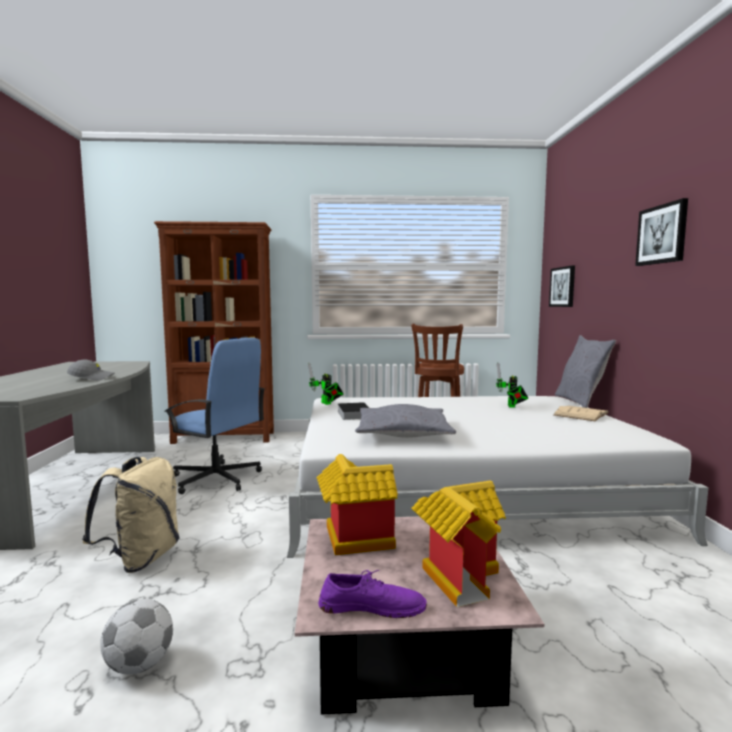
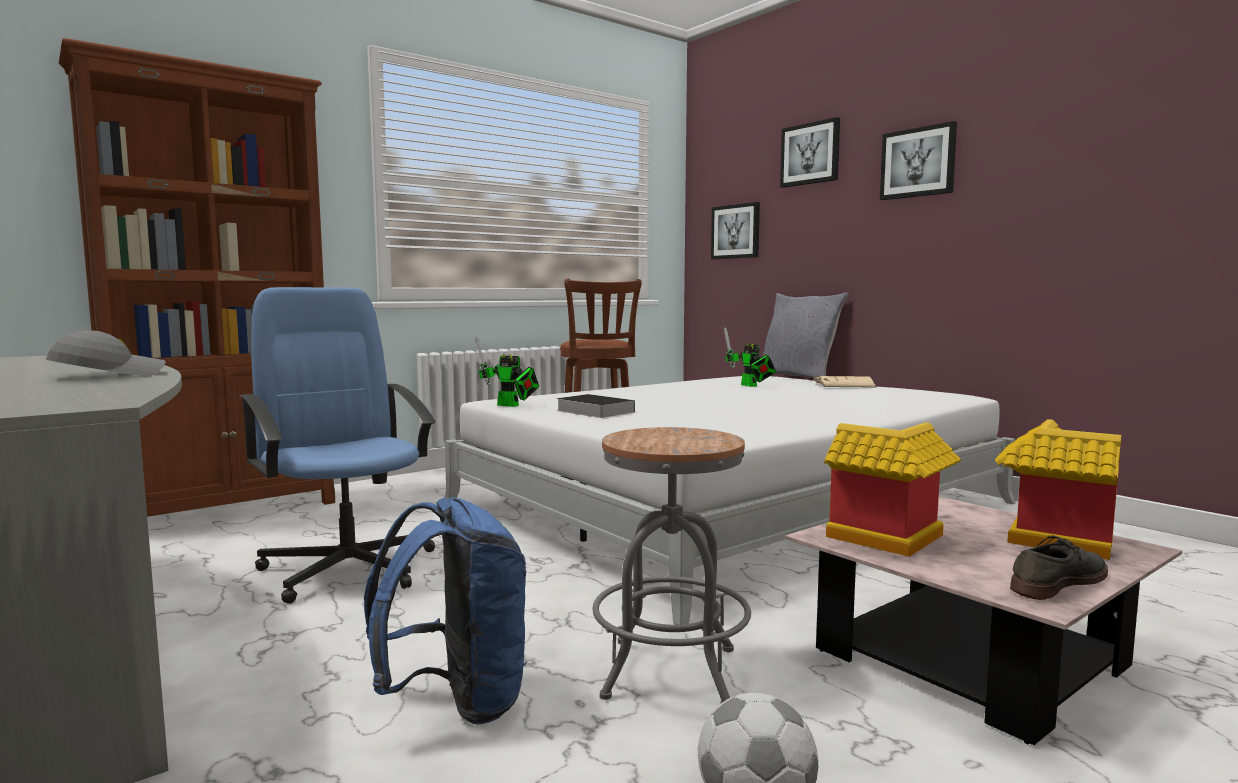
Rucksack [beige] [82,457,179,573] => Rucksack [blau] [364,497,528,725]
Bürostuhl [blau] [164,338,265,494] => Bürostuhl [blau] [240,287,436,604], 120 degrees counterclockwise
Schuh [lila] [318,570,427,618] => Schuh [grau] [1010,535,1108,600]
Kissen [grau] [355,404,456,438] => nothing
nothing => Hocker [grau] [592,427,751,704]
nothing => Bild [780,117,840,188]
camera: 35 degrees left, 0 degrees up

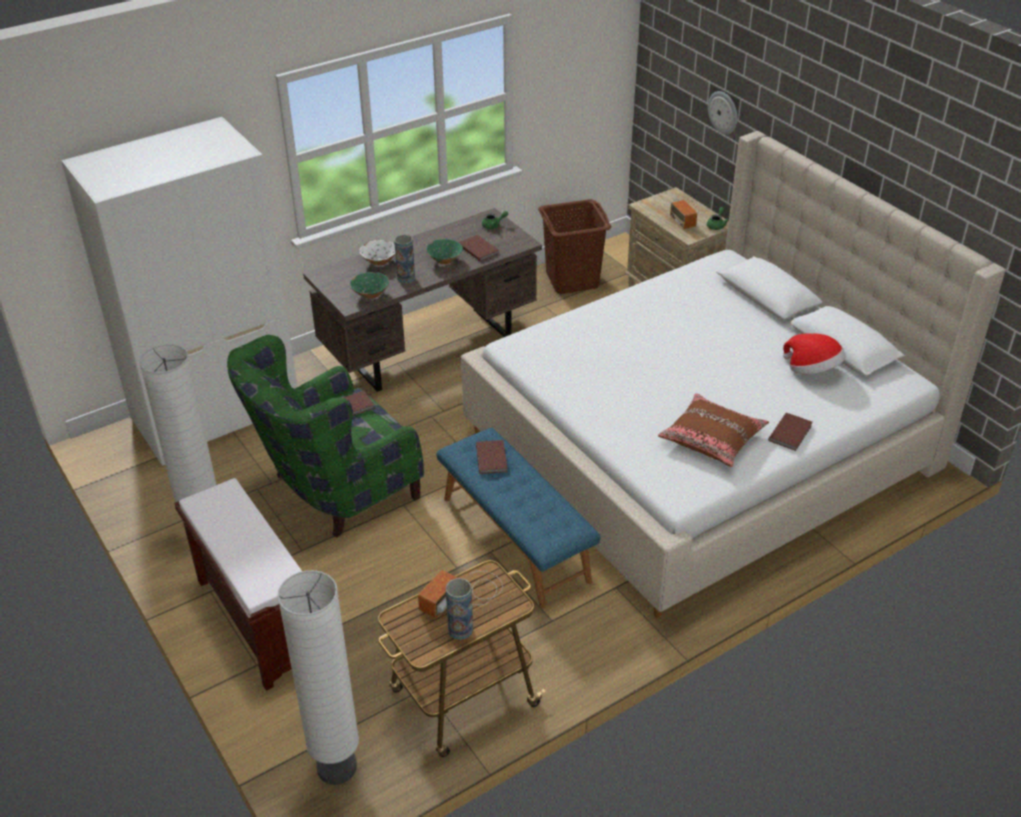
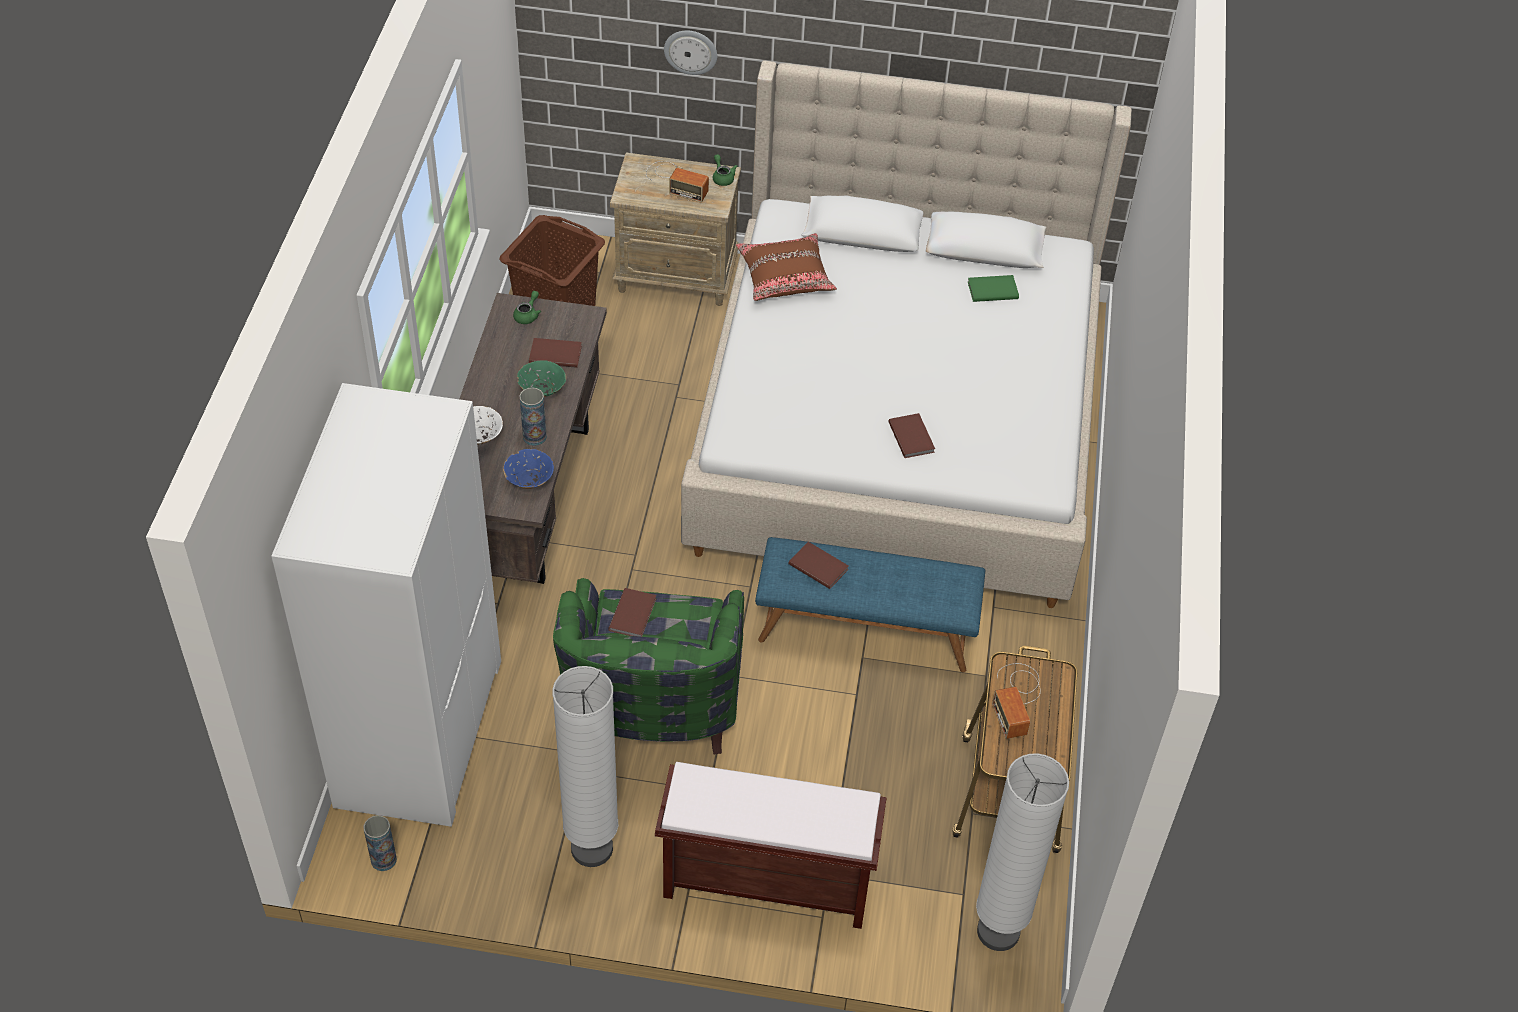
Schüssel [grün] [350,272,389,299] => Schüssel [blau] [503,449,554,489]
Vase [446,578,473,640] => Vase [363,815,397,871], relocated
Kissen [braun] [658,393,769,467] => Kissen [braun] [736,233,837,301], relocated
Buch [braun] [768,413,812,451] => Buch [braun] [888,413,935,458], relocated
Hut [783,333,846,374] => Buch [grün] [968,275,1019,302]
camera: 50 degrees left, 10 degrees up

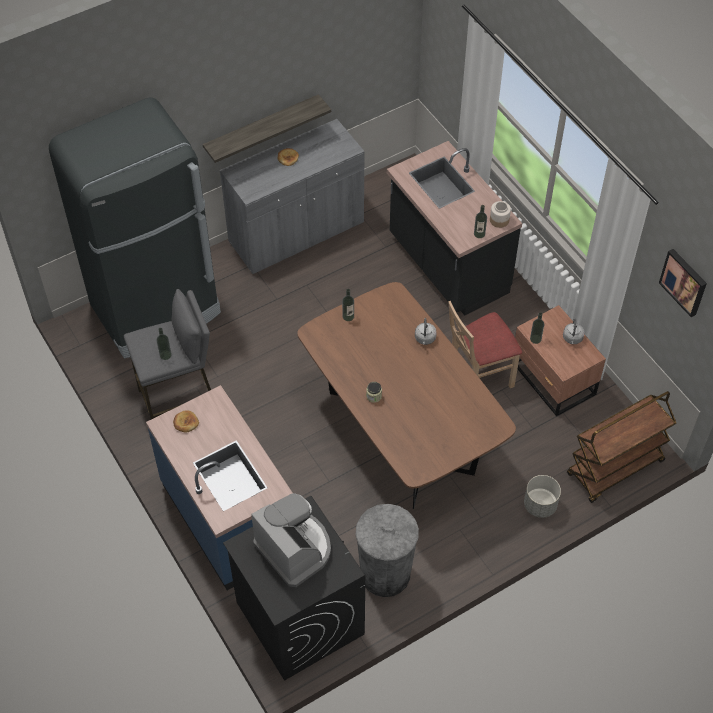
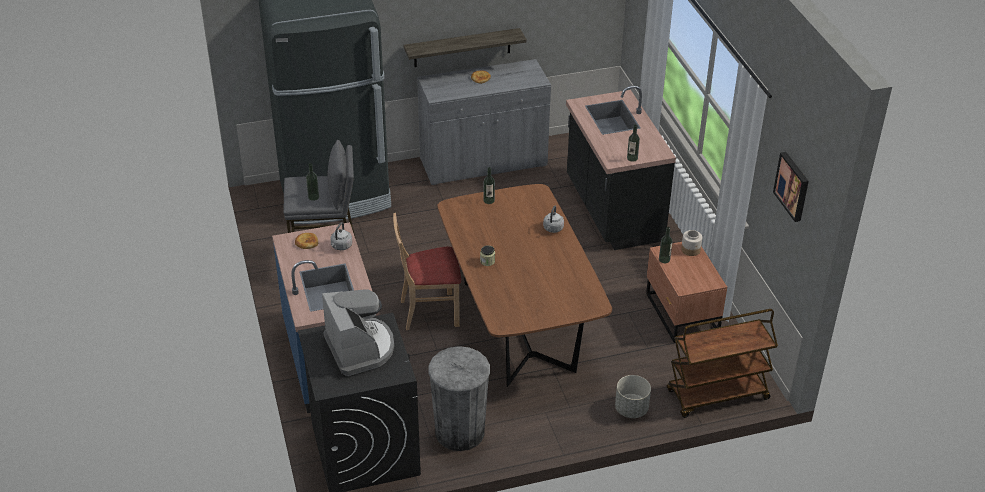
Stuhl [beige] [448,301,522,388] => Stuhl [beige] [393,213,461,330], relocated
Vorratsglas [490,201,511,228] => Vorratsglas [681,230,702,256], relocated
Wasserkessel [grau] [563,318,585,344] => Wasserkessel [grau] [331,222,352,250], relocated
camera: 15 degrees right, 15 degrees down

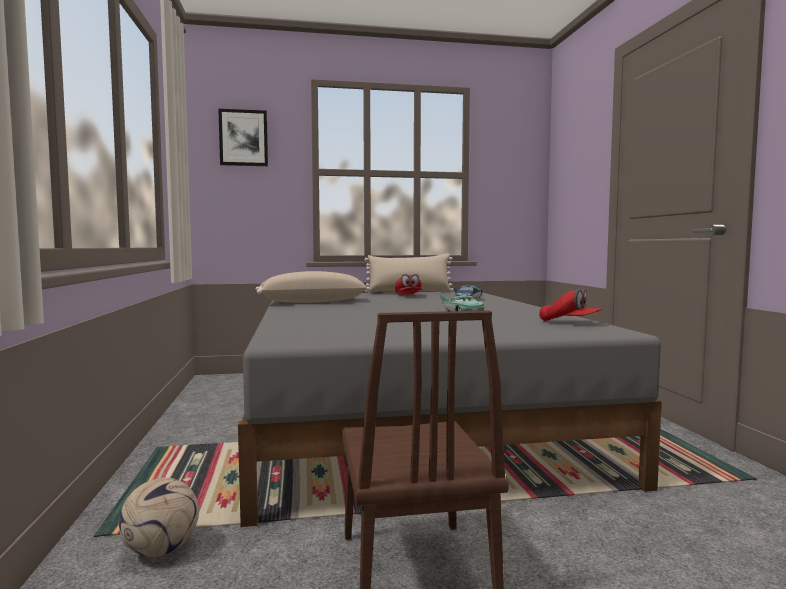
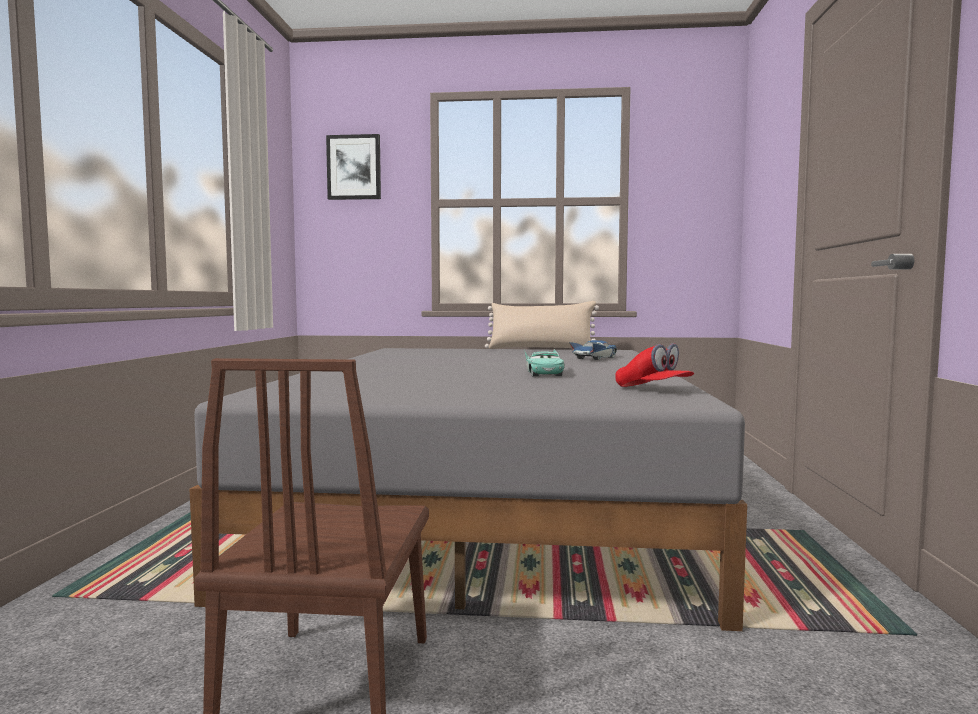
Fußball [119,478,199,557] => nothing
Kissen [beige] [255,271,370,303] => nothing
Kappe [rot] [395,274,422,295] => nothing
camera: 15 degrees right, 0 degrees up

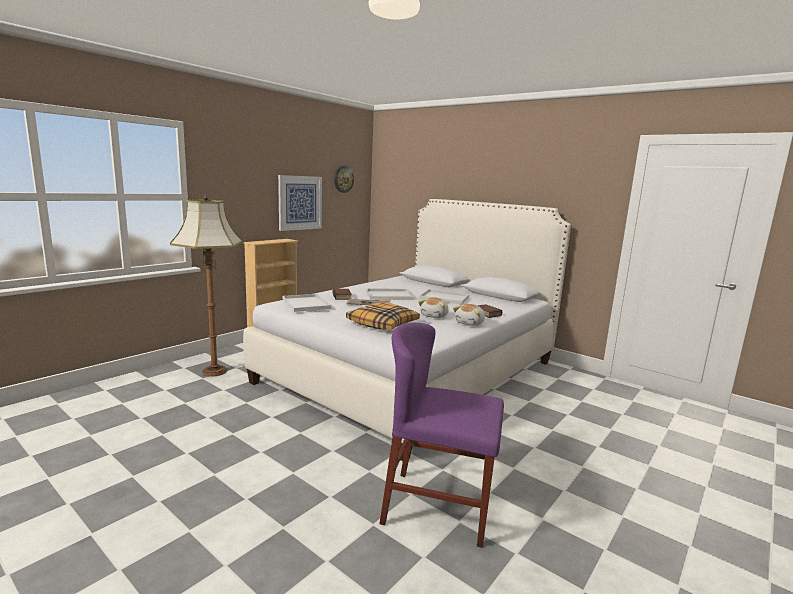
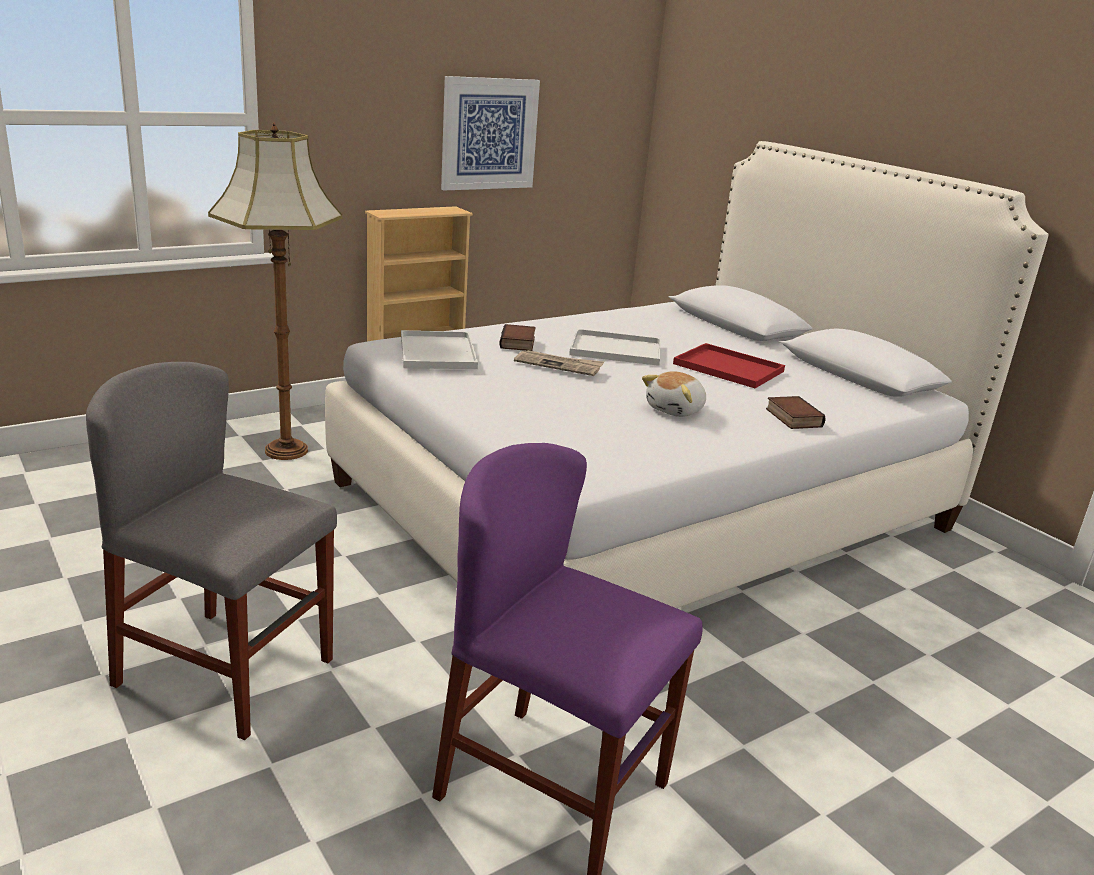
Wanduhr [334,166,354,193] => nothing
Kissen [346,303,420,330] => nothing
Tablett [weiß] [419,289,469,305] => Tablett [rot] [673,343,785,388]
Plüschtier [453,304,485,326] => nothing
nothing => Stuhl [grau] [86,362,337,740]
camera: 15 degrees right, 10 degrees up

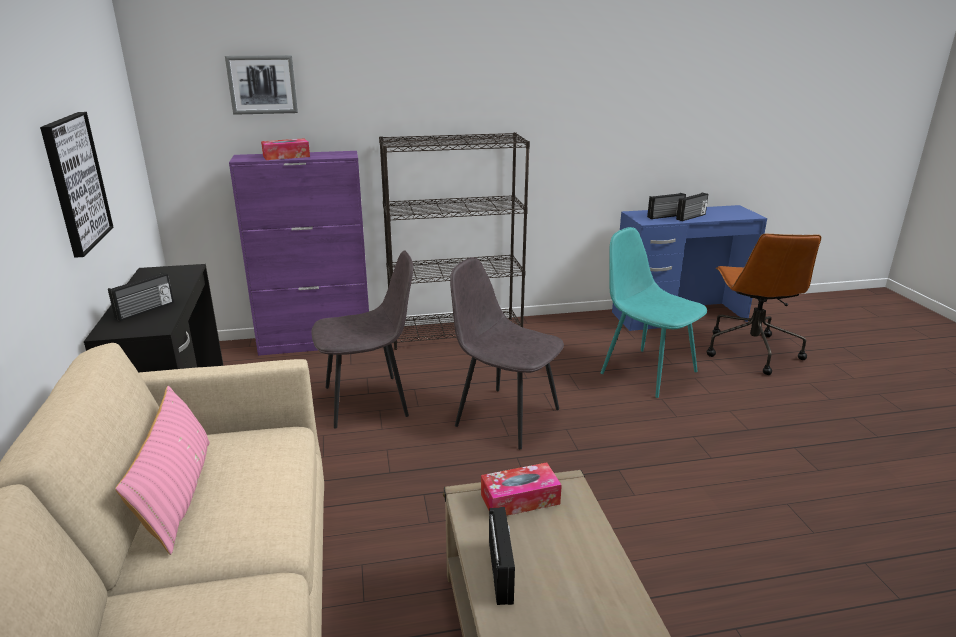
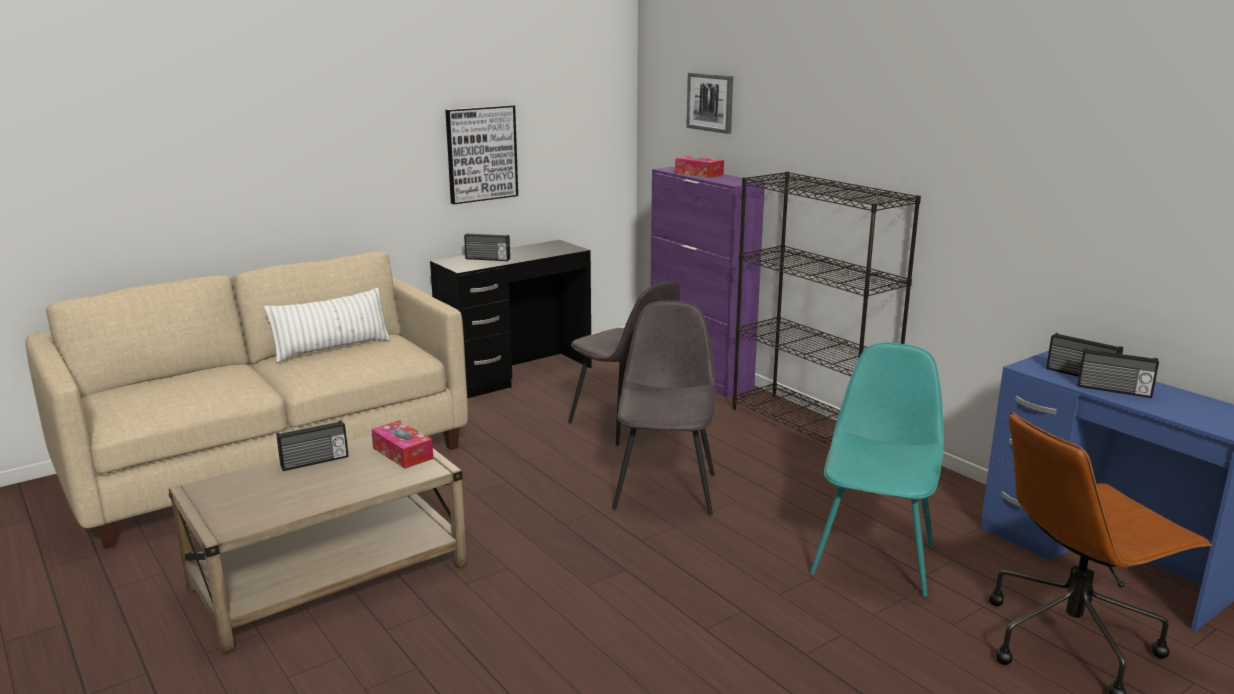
Kissen [rosa] [115,386,210,555] => Kissen [weiß] [264,287,391,363]
camera: 65 degrees right, 5 degrees down

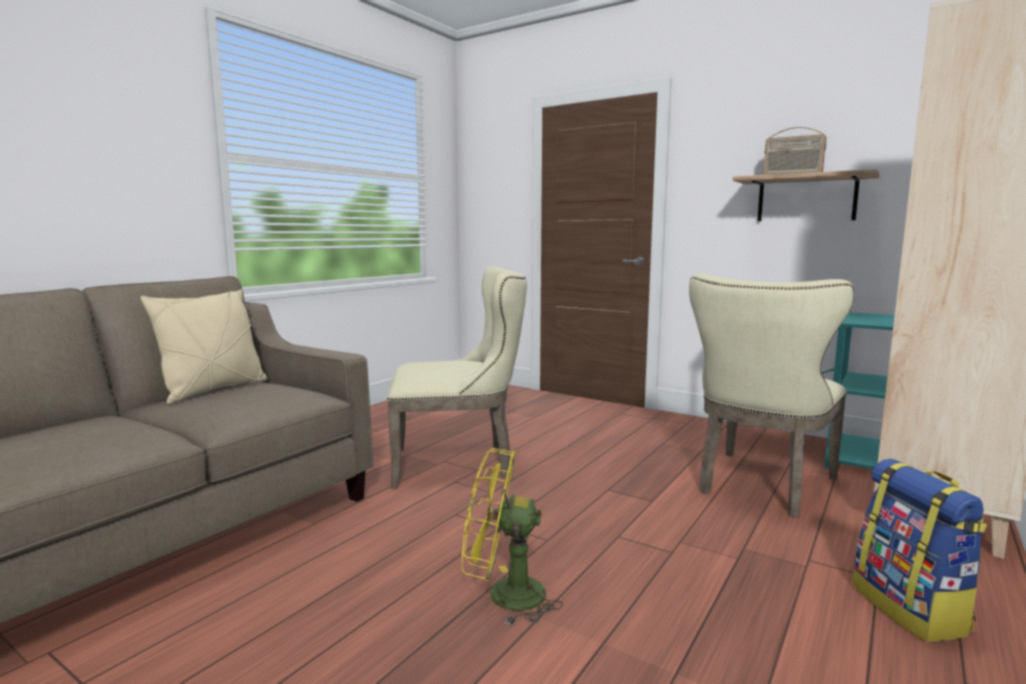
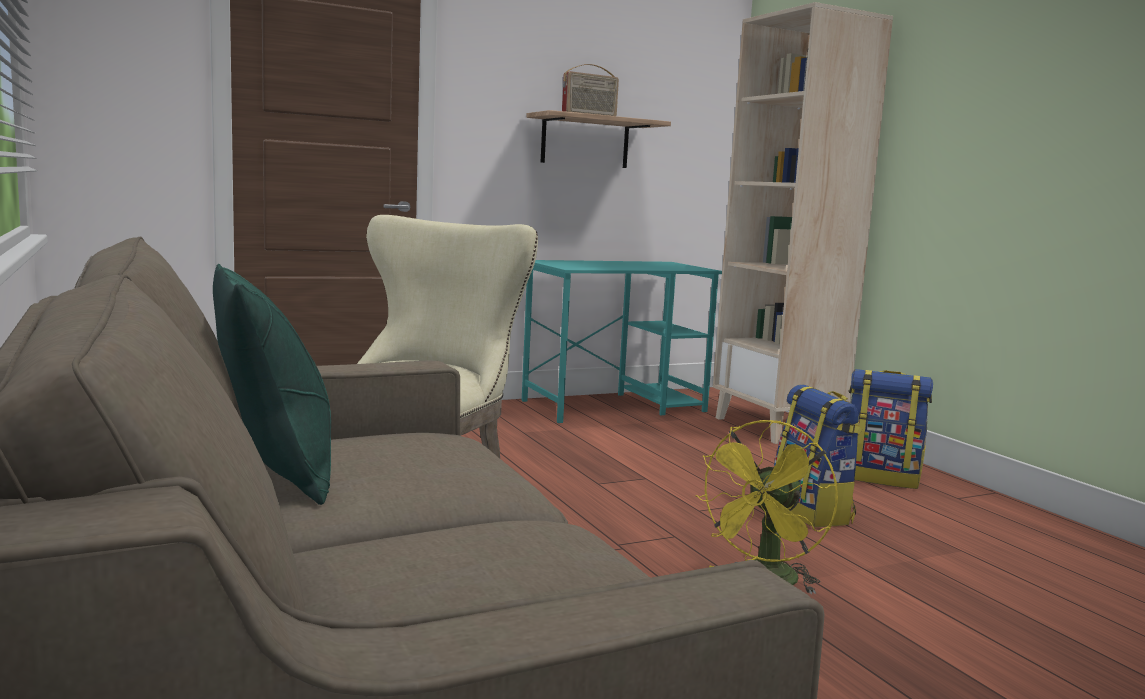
Kissen [beige] [140,290,267,404] => Kissen [grün] [213,264,331,505]
Stuhl [beige] [689,274,854,517] => nothing
nothing => Rucksack [774,384,862,527]
camera: 60 degrees left, 0 degrees up

